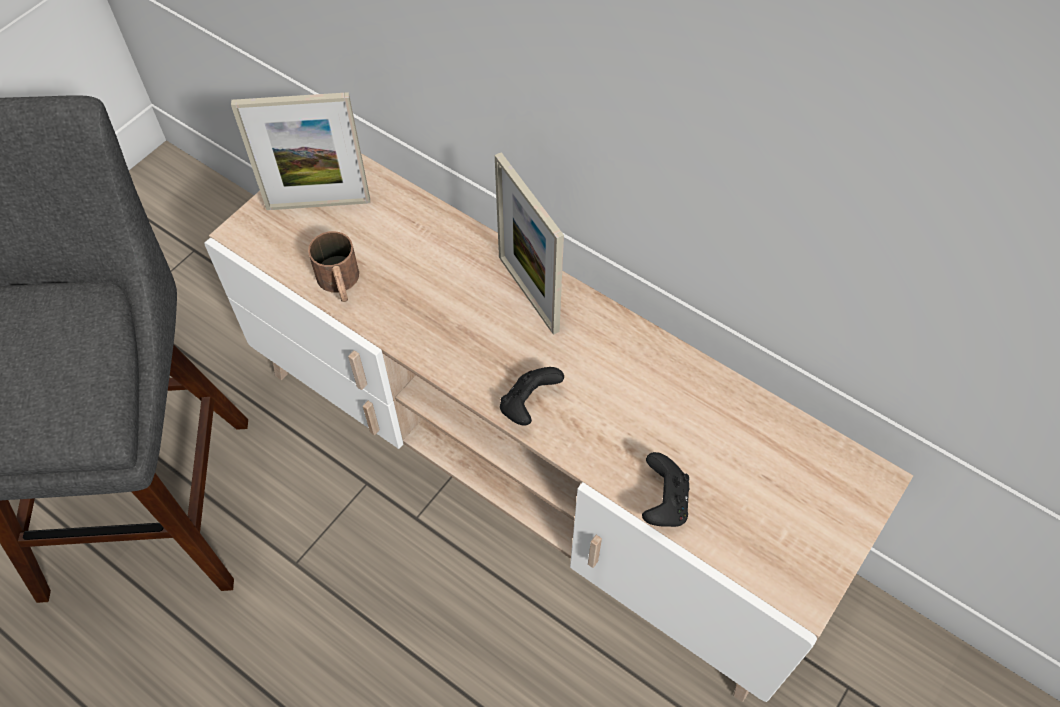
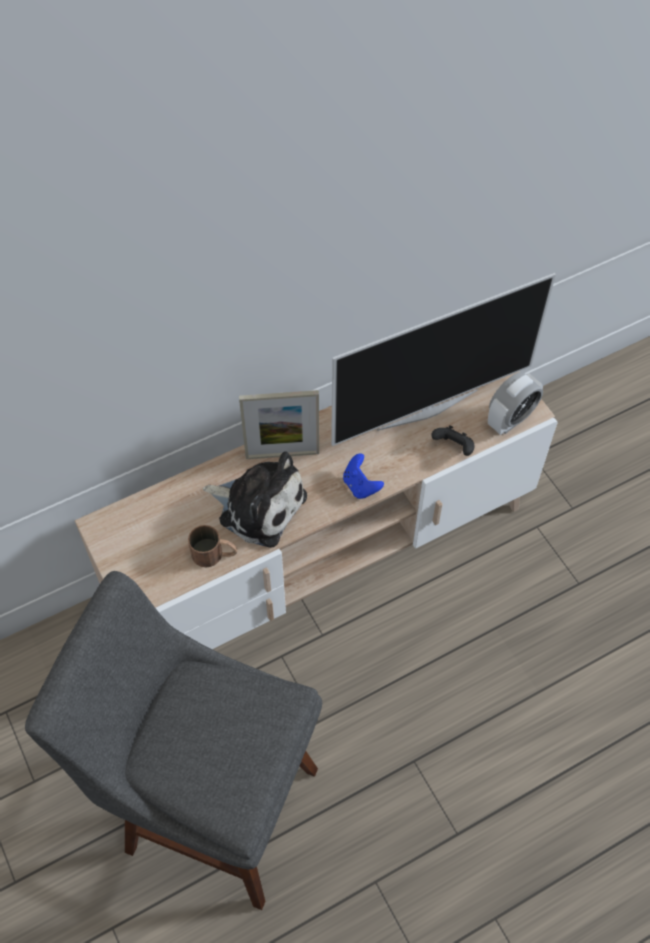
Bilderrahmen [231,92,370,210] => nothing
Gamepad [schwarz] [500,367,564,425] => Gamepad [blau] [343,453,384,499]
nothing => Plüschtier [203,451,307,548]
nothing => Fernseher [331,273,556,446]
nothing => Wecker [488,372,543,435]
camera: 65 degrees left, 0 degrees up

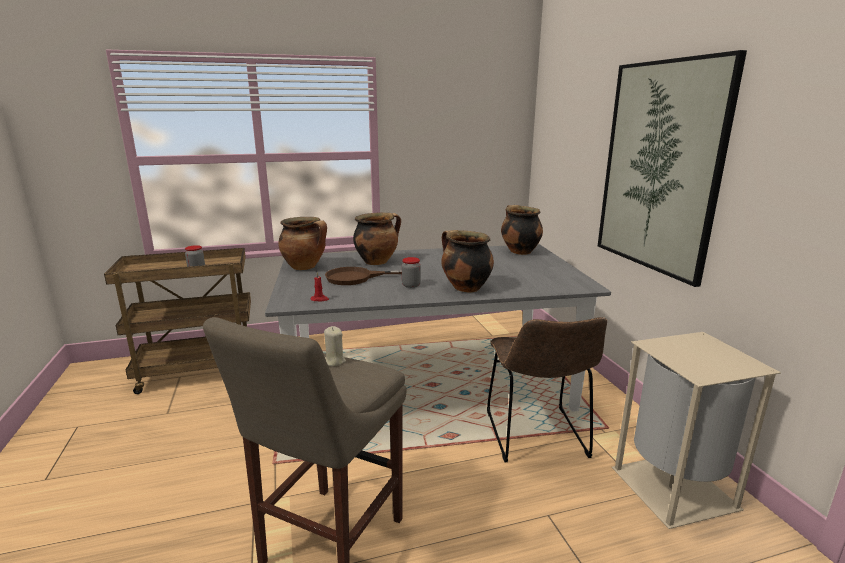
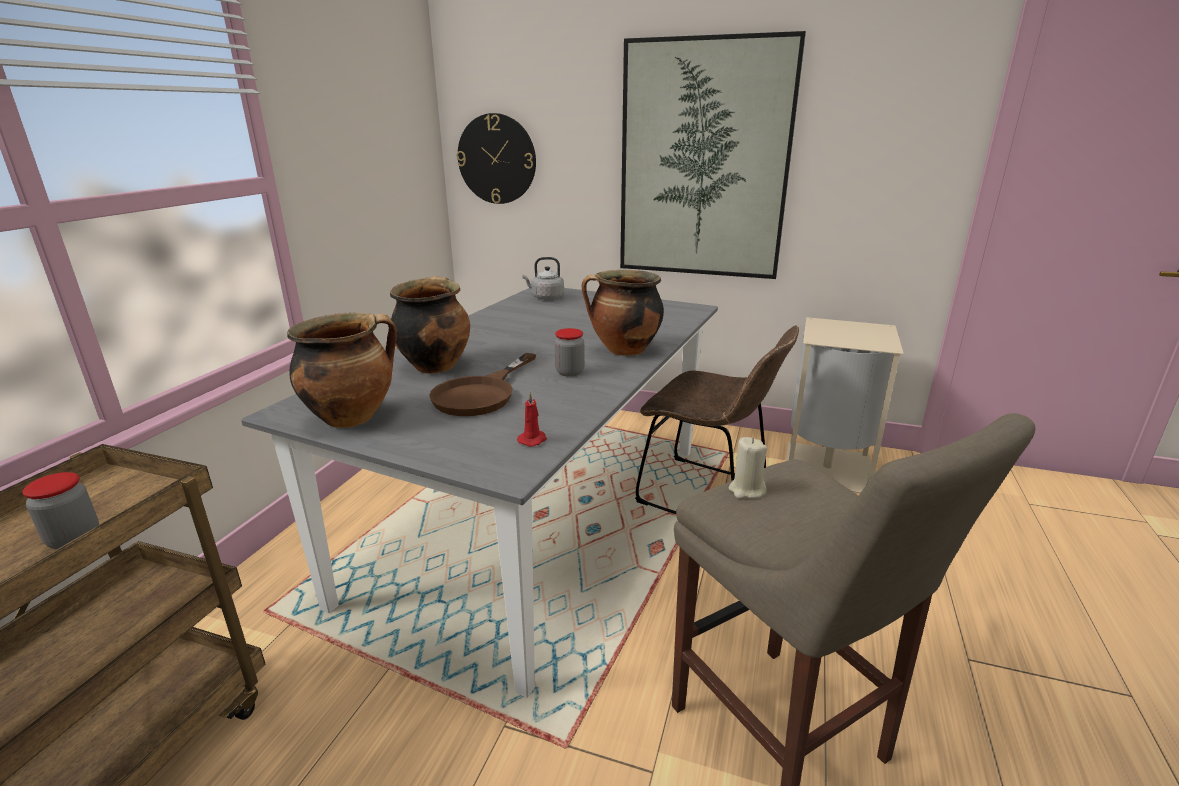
Kochtopf [501,205,543,255] => Wasserkessel [grau] [522,257,564,300]
nothing => Wanduhr [457,113,536,204]
camera: 55 degrees left, 5 degrees up

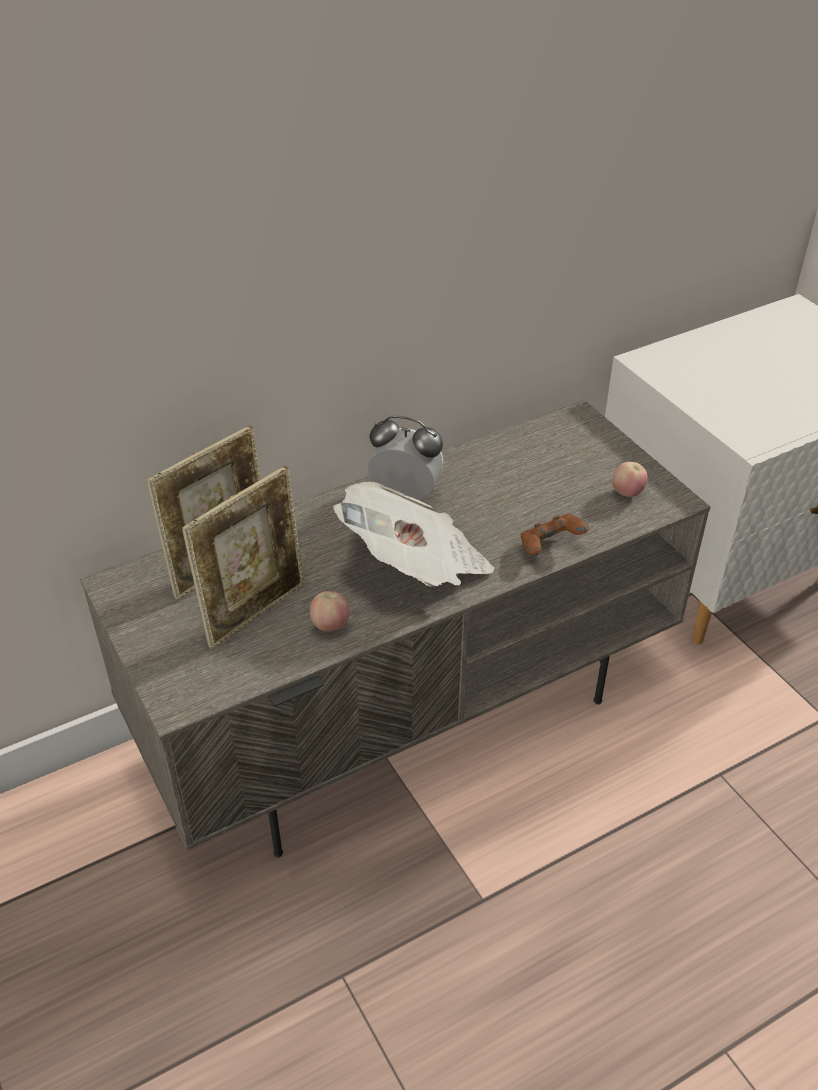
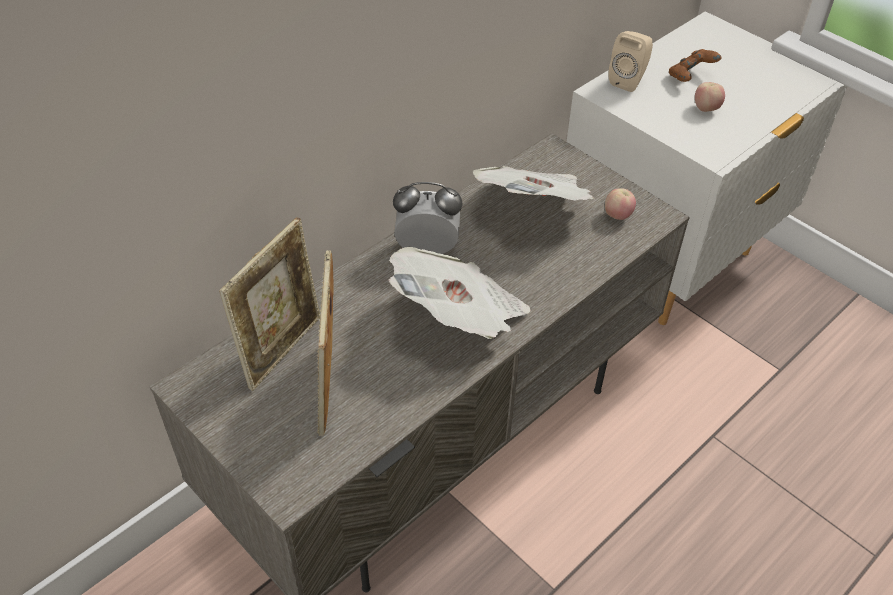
Bilderrahmen [182,466,305,649] => Bilderrahmen [316,250,333,436], 150 degrees clockwise
Apfel [310,591,349,631] => Apfel [695,82,725,112], relocated
Gamepad [braun] [520,513,589,555] => Gamepad [braun] [669,49,721,82], relocated
nothing => Zeitung [473,166,595,201]
nothing => Lautsprecher [beige] [609,31,653,92]
camera: 15 degrees left, 5 degrees up

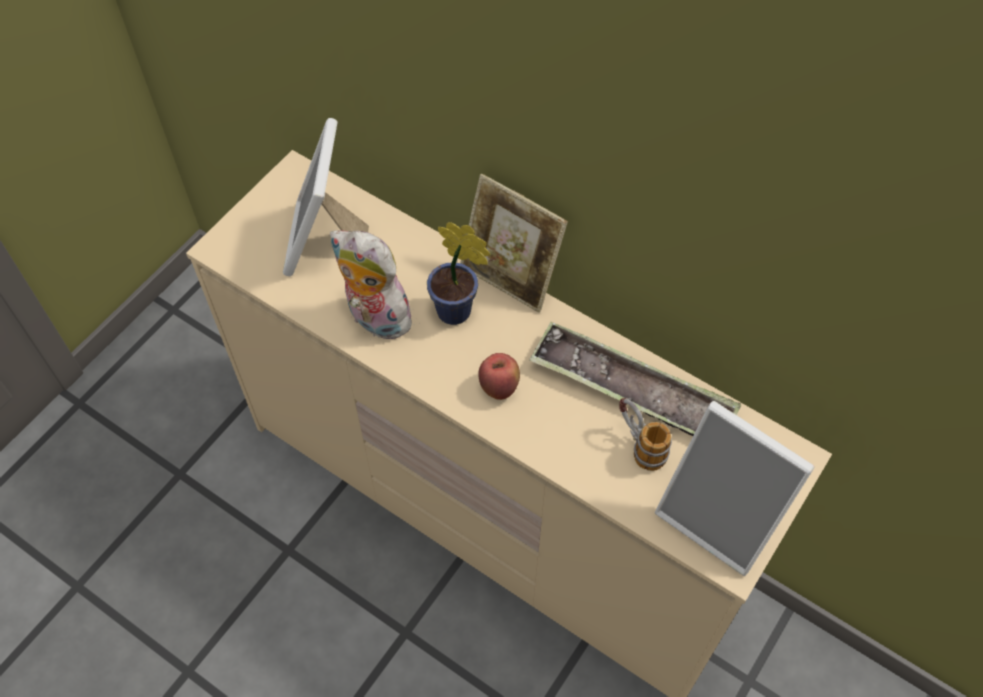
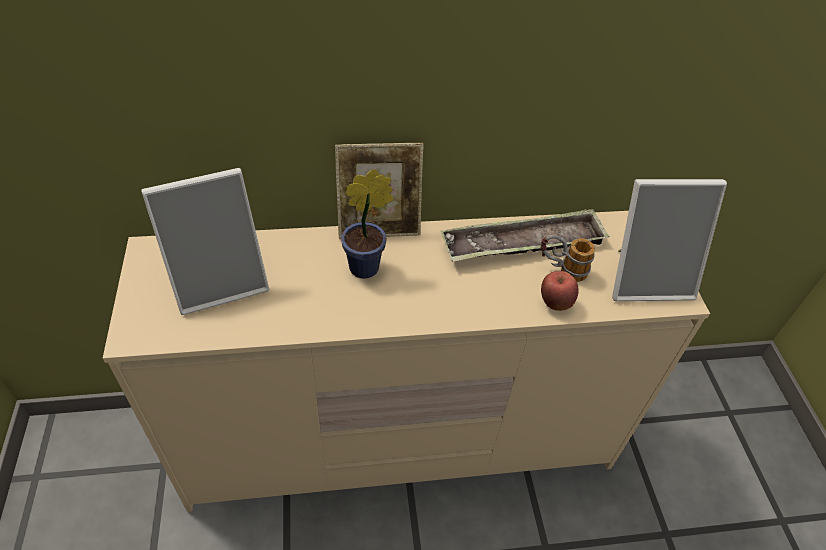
Bilderrahmen [283,118,369,276] => Bilderrahmen [141,168,269,315], 75 degrees counterclockwise
Plüschtier [330,230,412,340] => nothing
Apfel [478,353,520,400] => Apfel [541,271,579,311], relocated
camera: 45 degrees left, 10 degrees down

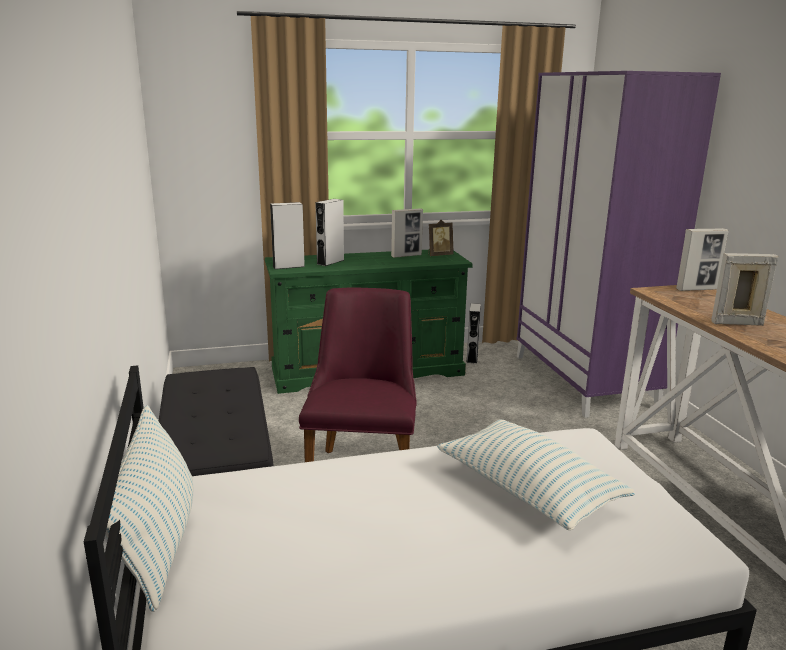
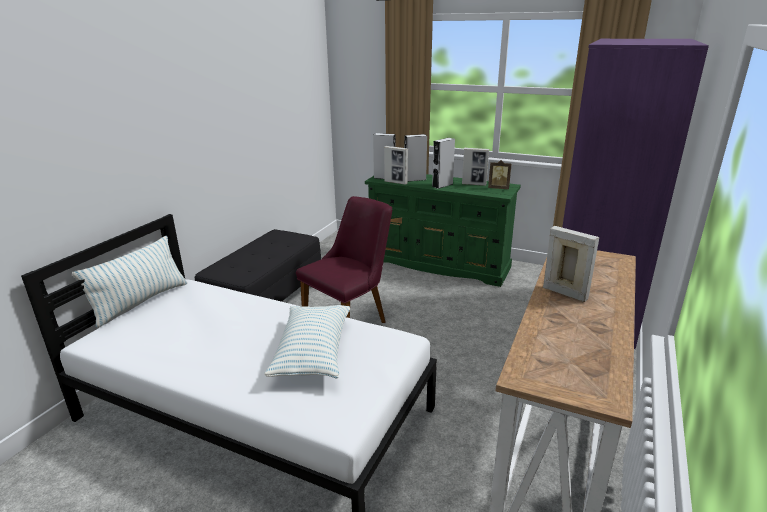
Lautsprecher [grau] [466,303,481,364] => Lautsprecher [grau] [432,138,455,189], relocated
Bilderrahmen [676,228,729,291] => Bilderrahmen [384,146,408,185], relocated
camera: 40 degrees right, 5 degrees up

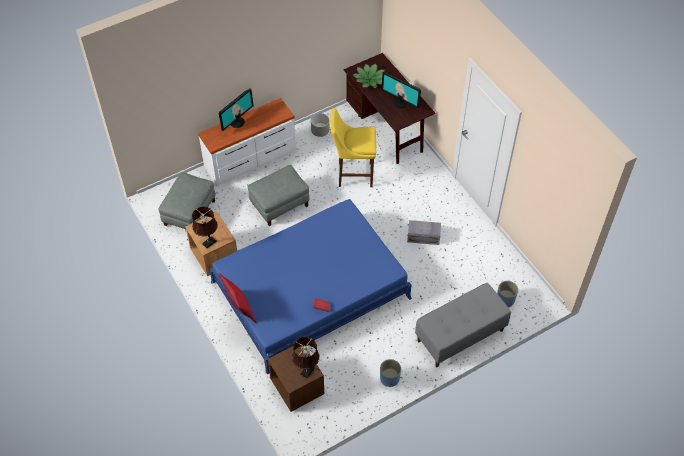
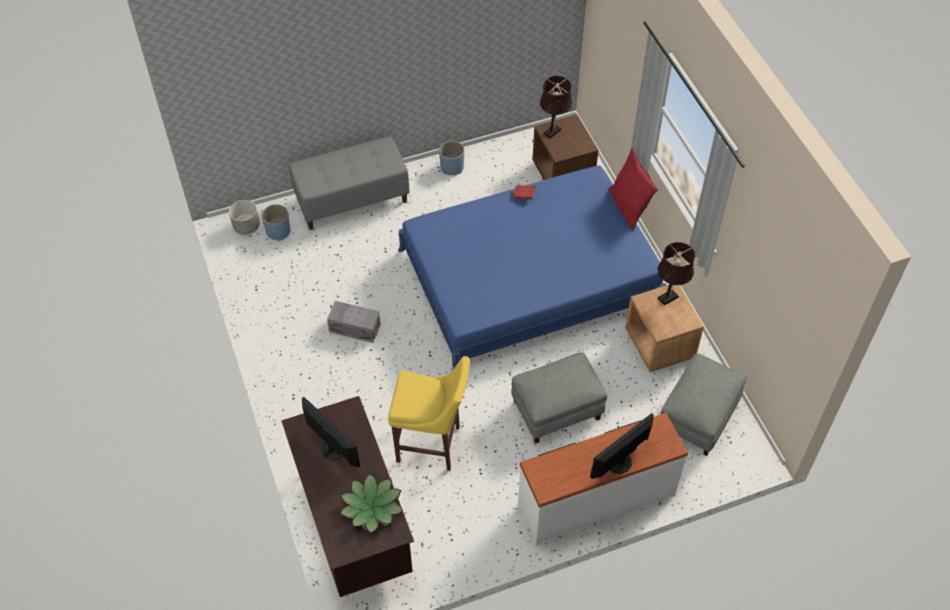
Pflanzkübel [grau] [311,113,329,137] => Pflanzkübel [grau] [229,200,260,235], relocated
camera: 170 degrees left, 0 degrees up

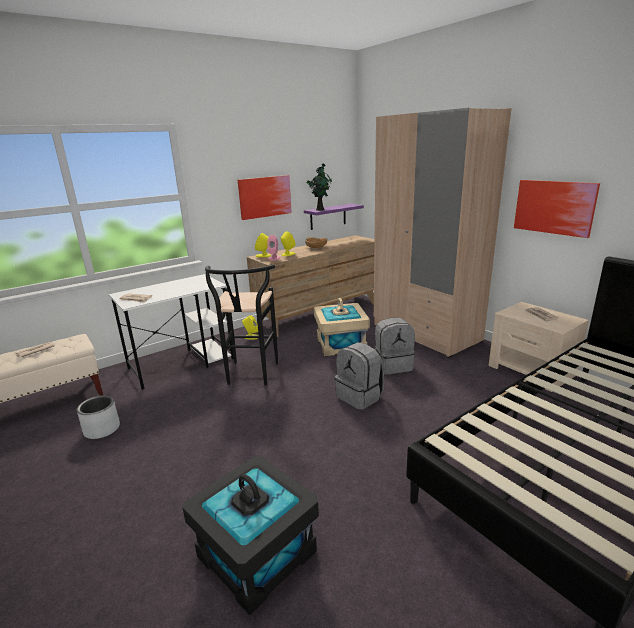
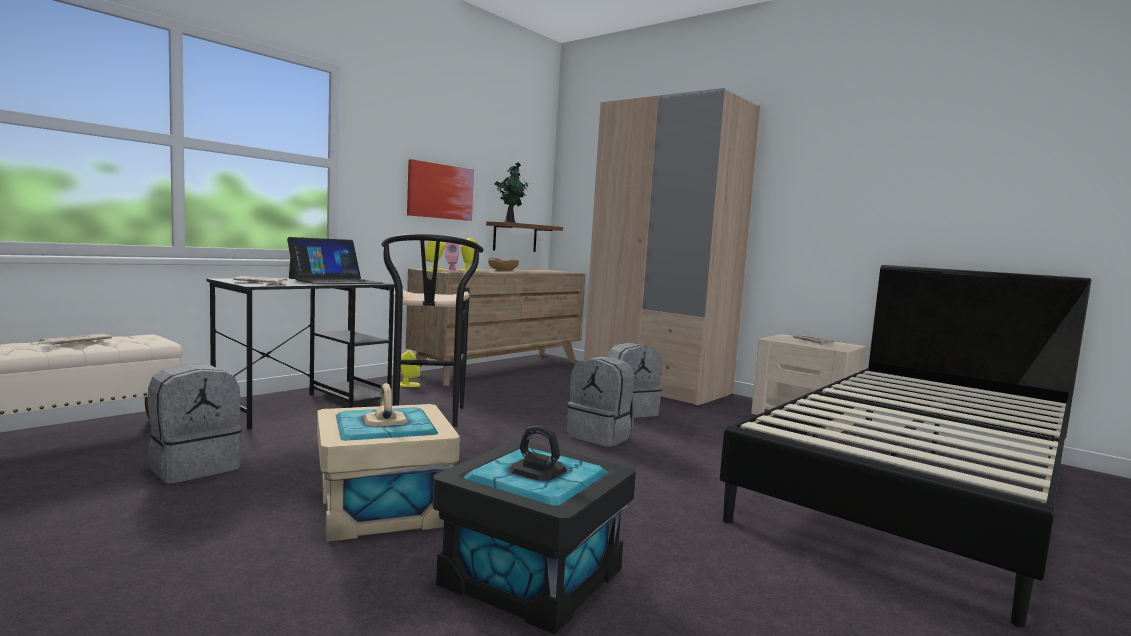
Pflanzkübel [grau] [77,395,120,439] => Rucksack [grau] [148,364,242,484]
Schreibtisch [weiß] [109,274,234,390] => Schreibtisch [schwarz] [206,278,395,430]
Wandregal [lila] [304,204,364,230] => Wandregal [braun] [486,221,563,252]
Aufbewahrungsbox [beige] [314,298,370,356] => Aufbewahrungsbox [beige] [317,383,460,542], relocated
Bild [514,180,600,238] => nothing
nothing => Laptop [287,237,383,284]
camera: 15 degrees left, 15 degrees down

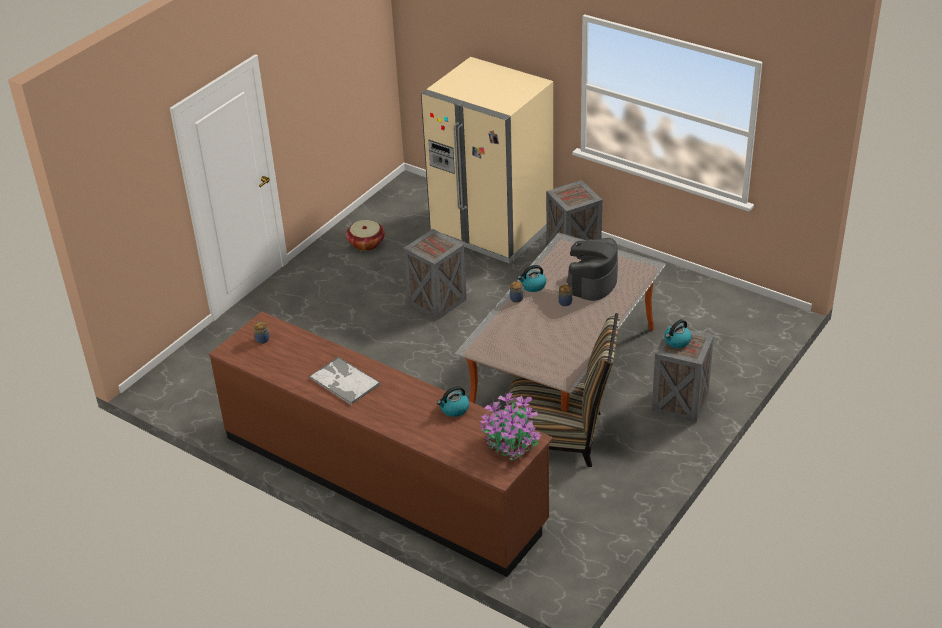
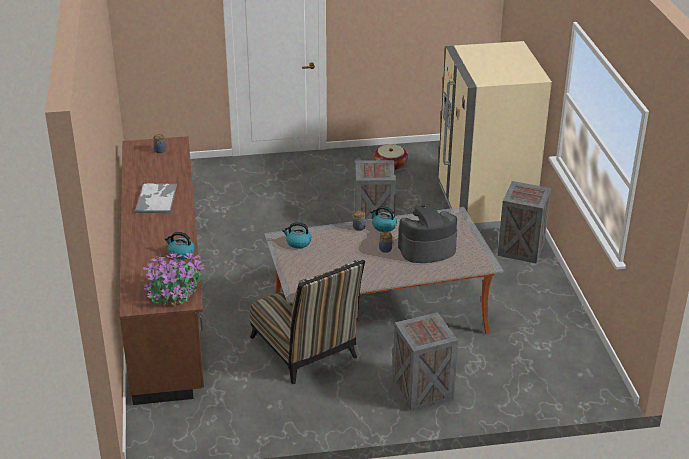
Wasserkessel [664,319,692,348] => Wasserkessel [282,222,311,249], relocated
camera: 45 degrees right, 5 degrees down

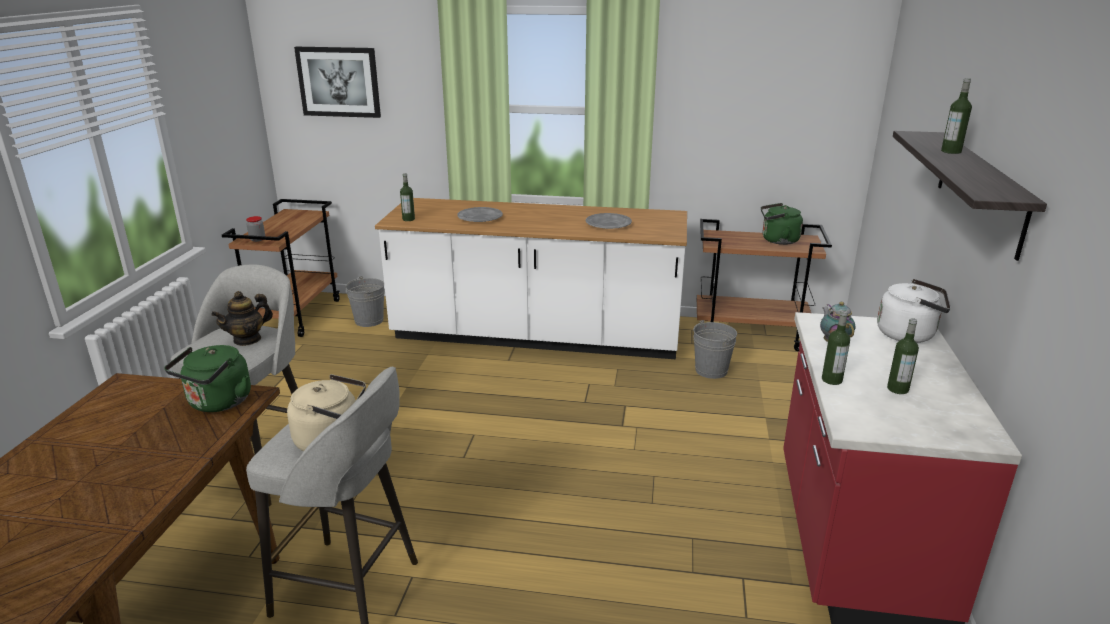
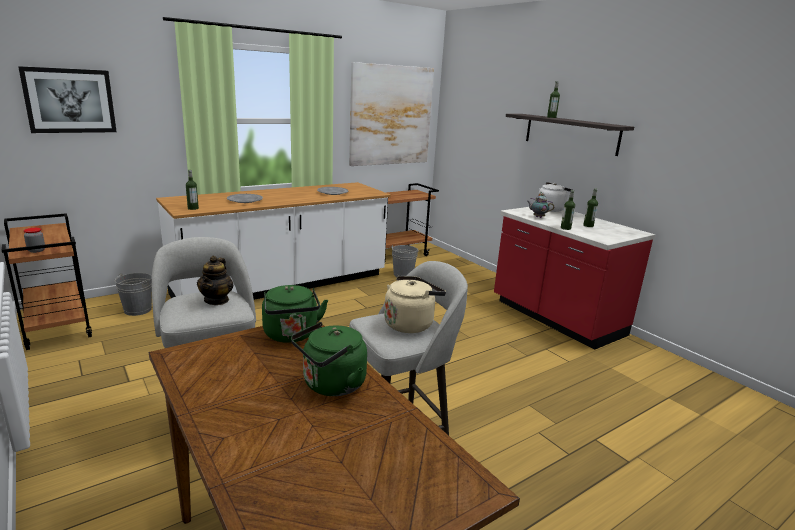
Wasserkessel [grün] [761,203,803,245] => Wasserkessel [grün] [291,322,367,396], relocated
nothing => Bild [349,62,434,166]
camera: 45 degrees left, 5 degrees down

